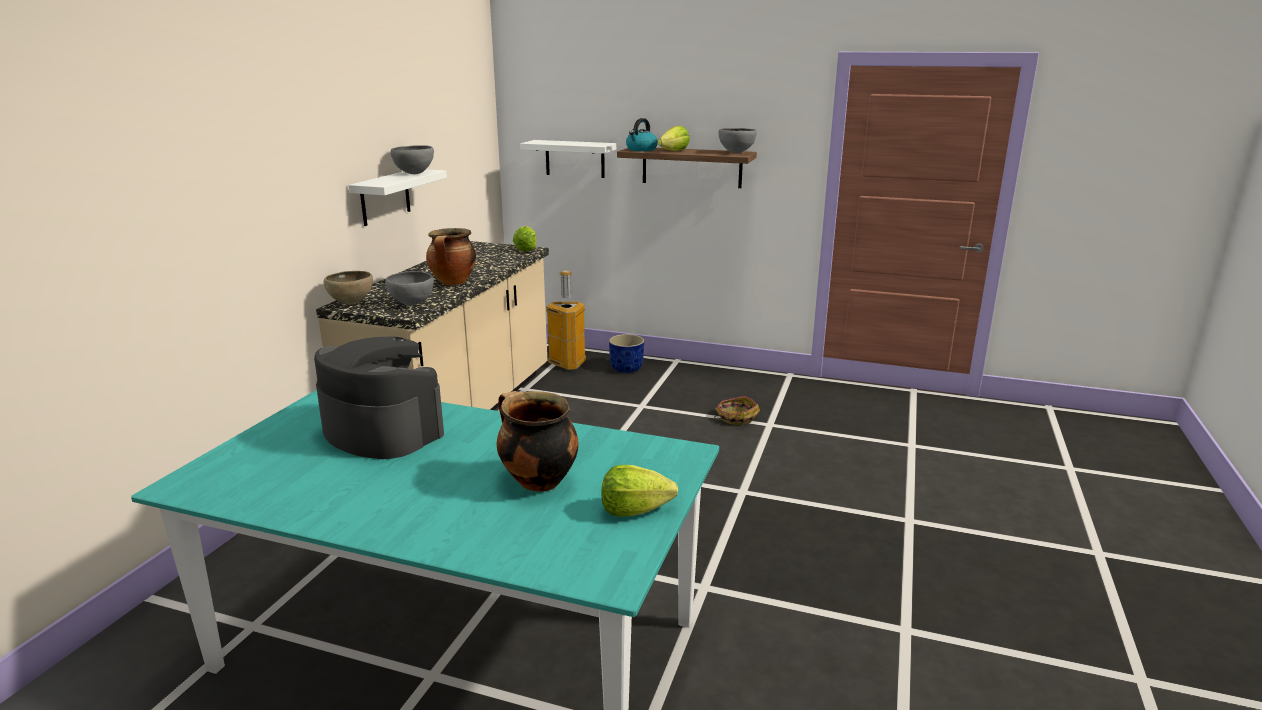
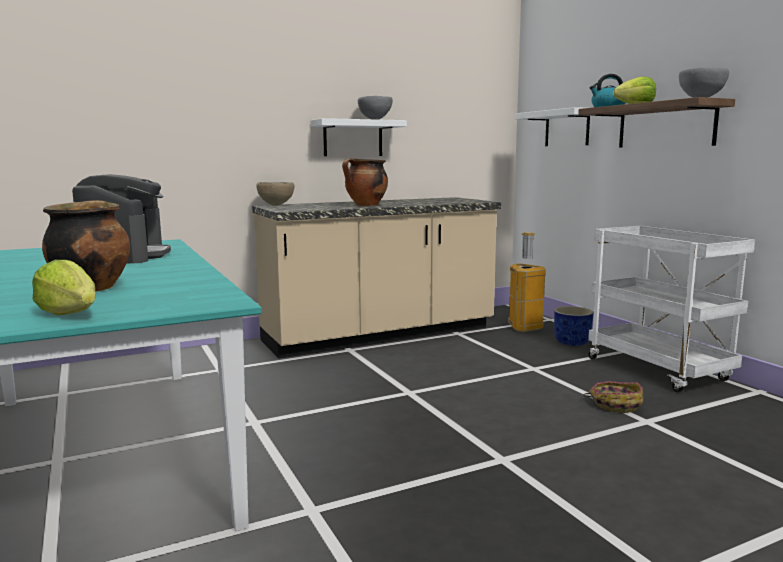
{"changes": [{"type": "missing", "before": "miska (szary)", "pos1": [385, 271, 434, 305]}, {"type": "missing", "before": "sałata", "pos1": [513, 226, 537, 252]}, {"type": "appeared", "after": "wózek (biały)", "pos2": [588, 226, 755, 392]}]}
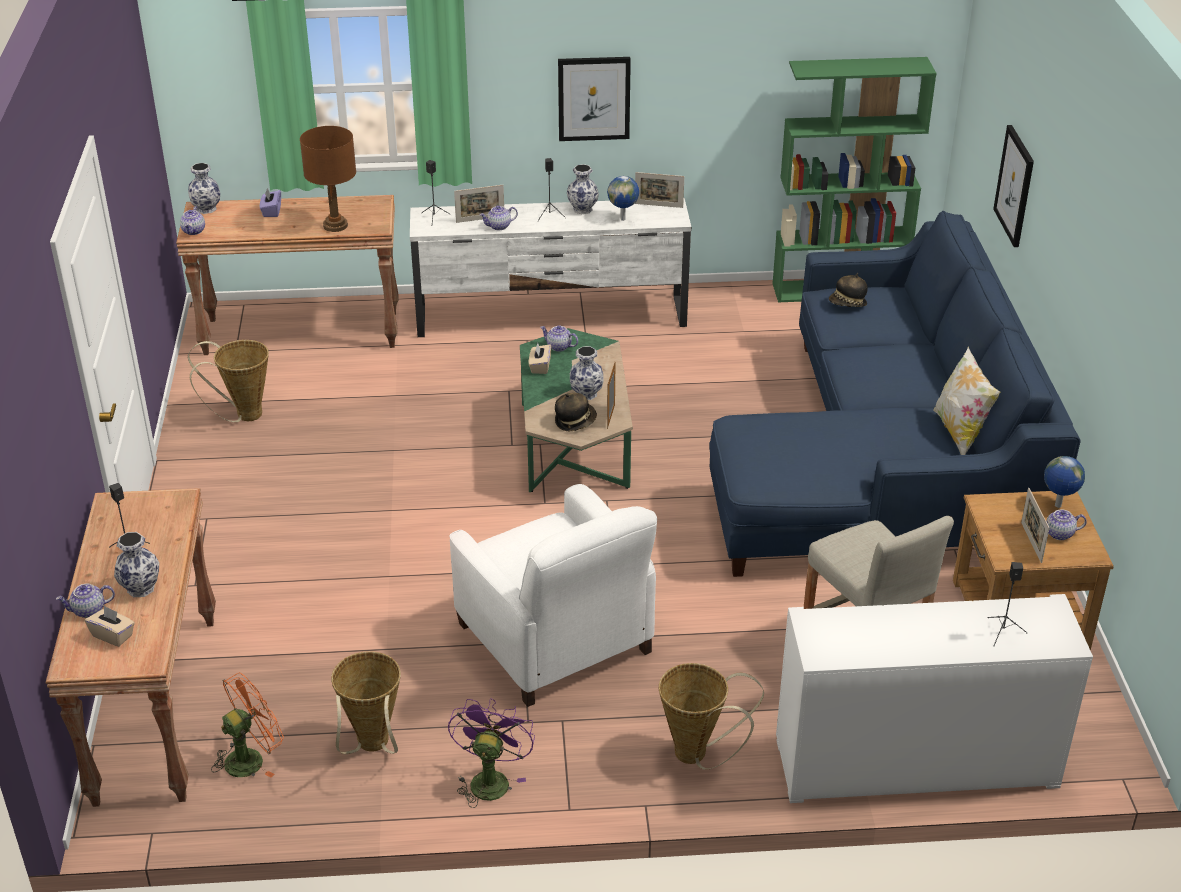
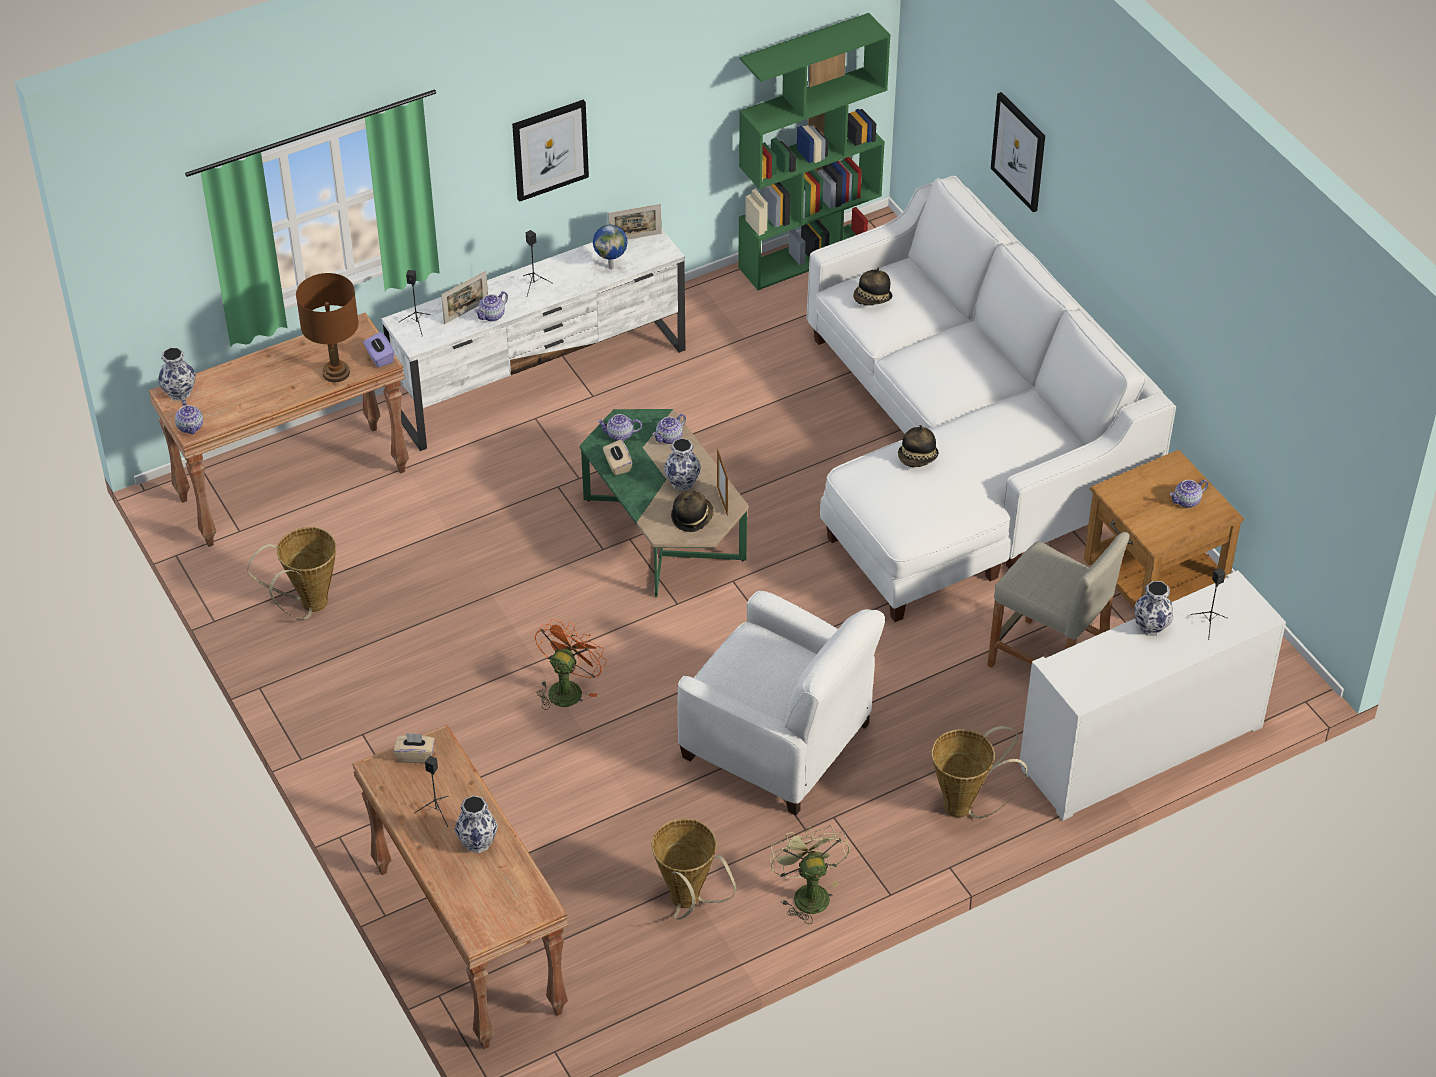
{"changes": [{"type": "relocated", "before": "imbryk", "pos1": [56, 584, 115, 618], "pos2": [652, 414, 686, 444]}, {"type": "relocated", "before": "pudełko chusteczek (beżowy)", "pos1": [85, 606, 135, 647], "pos2": [394, 733, 435, 763]}, {"type": "relocated", "before": "wentylator (pomarańczowy)", "pos1": [211, 672, 284, 778], "pos2": [535, 619, 607, 710]}, {"type": "relocated", "before": "pudełko chusteczek (fioletowy)", "pos1": [259, 188, 281, 217], "pos2": [363, 332, 394, 368]}, {"type": "colour", "before": "wentylator (fioletowy)", "after": "wentylator (zielony)", "pos1": [448, 698, 535, 808], "pos2": [770, 825, 850, 924]}, {"type": "relocated", "before": "wazon", "pos1": [567, 164, 599, 214], "pos2": [1135, 581, 1173, 636]}, {"type": "colour", "before": "kanapa (niebieski)", "after": "kanapa (biały)", "pos1": [709, 211, 1081, 577], "pos2": [806, 176, 1176, 622]}, {"type": "missing", "before": "poduszka", "pos1": [933, 347, 1000, 455]}, {"type": "missing", "before": "ramka na zdjęcie", "pos1": [1021, 488, 1049, 563]}, {"type": "missing", "before": "globus", "pos1": [1044, 456, 1085, 508]}, {"type": "appeared", "after": "kapelusz", "pos2": [898, 425, 939, 467]}]}
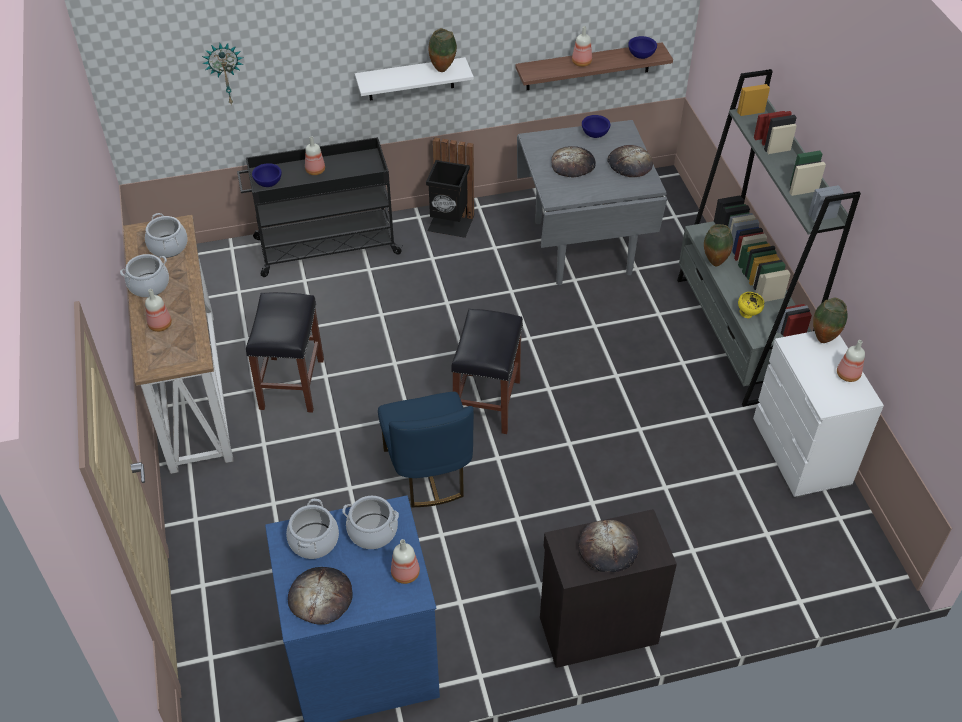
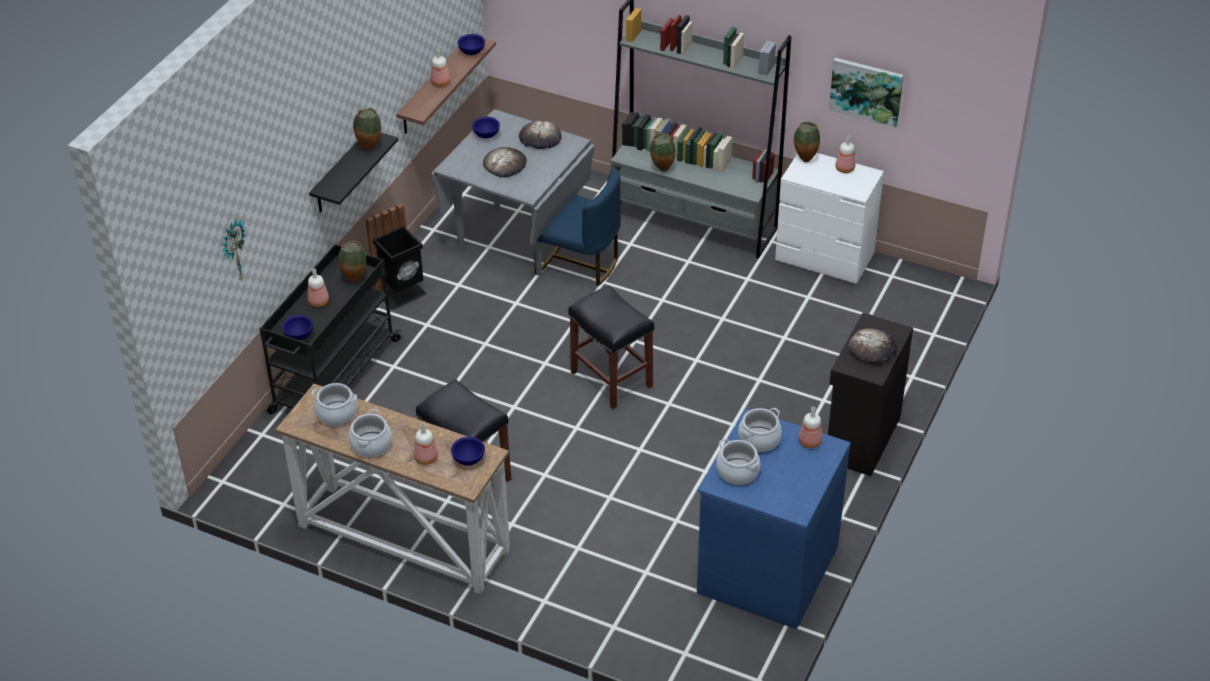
{"changes": [{"type": "missing", "before": "chleb", "pos1": [288, 567, 353, 625]}, {"type": "colour", "before": "półka (biały)", "after": "półka (czarny)", "pos1": [355, 57, 474, 100], "pos2": [309, 133, 398, 213]}, {"type": "relocated", "before": "krzesło (niebieski)", "pos1": [378, 392, 474, 507], "pos2": [534, 169, 621, 286]}, {"type": "missing", "before": "miska (żółty)", "pos1": [738, 292, 764, 318]}, {"type": "appeared", "after": "wazon", "pos2": [338, 240, 366, 283]}, {"type": "appeared", "after": "miska (niebieski)", "pos2": [451, 437, 485, 466]}, {"type": "appeared", "after": "obraz", "pos2": [829, 58, 903, 128]}]}
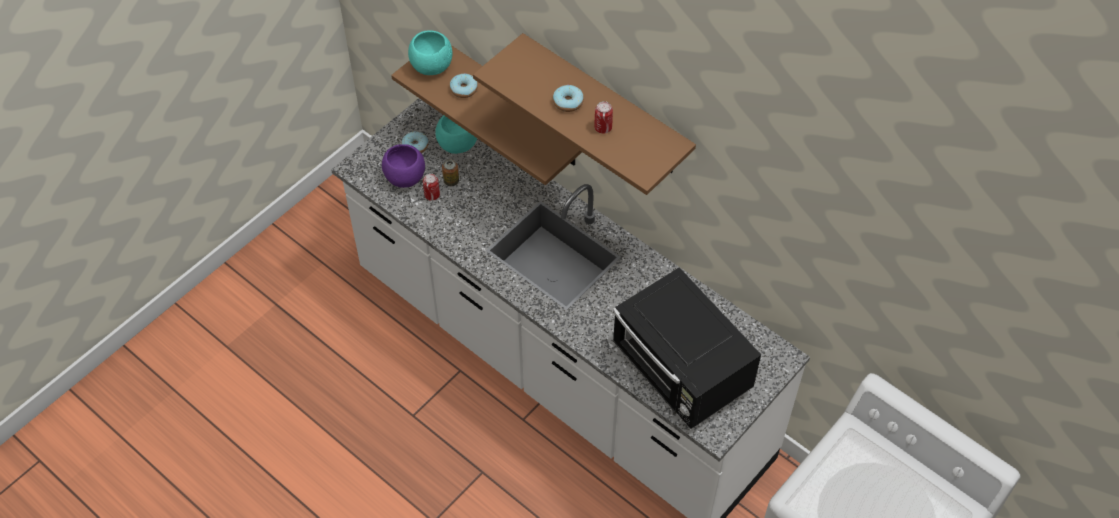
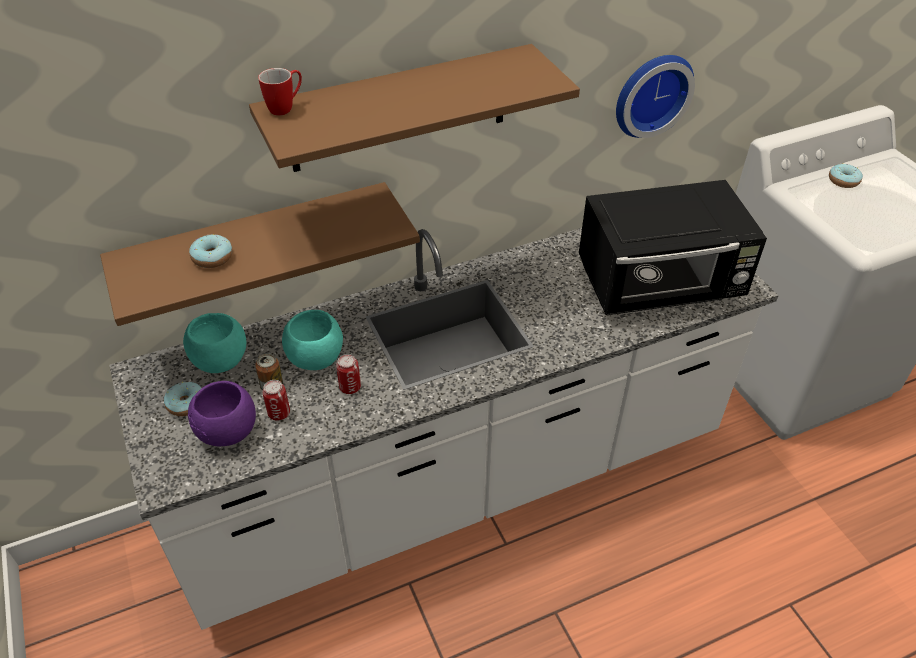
{"changes": [{"type": "relocated", "before": "miska (turkusowy)", "pos1": [408, 30, 452, 75], "pos2": [282, 310, 343, 370]}, {"type": "relocated", "before": "donut", "pos1": [553, 85, 584, 112], "pos2": [829, 164, 863, 188]}, {"type": "relocated", "before": "puszka", "pos1": [594, 101, 613, 134], "pos2": [336, 354, 361, 394]}, {"type": "appeared", "after": "kubek", "pos2": [258, 68, 302, 116]}, {"type": "appeared", "after": "zegar ścienny", "pos2": [616, 55, 695, 138]}]}
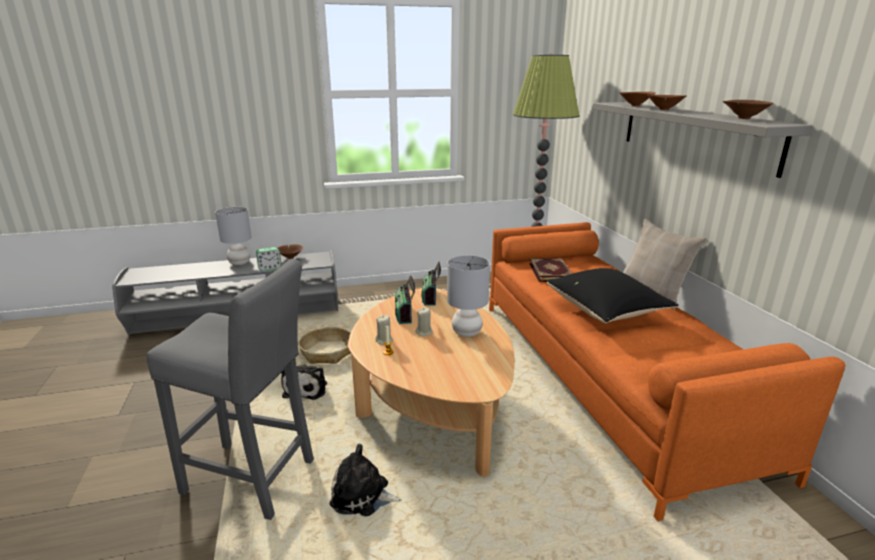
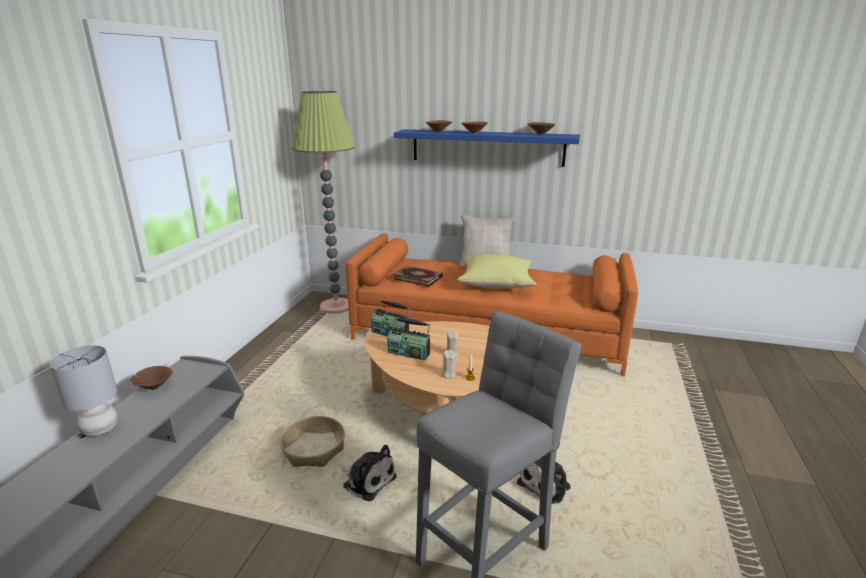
{"changes": [{"type": "missing", "before": "budzik", "pos1": [256, 247, 282, 271]}, {"type": "missing", "before": "lampa stołowa (szary)", "pos1": [447, 255, 490, 337]}, {"type": "colour", "before": "poduszka (czarny)", "after": "poduszka (żółty)", "pos1": [547, 268, 679, 323], "pos2": [457, 254, 536, 289]}, {"type": "colour", "before": "półka (szary)", "after": "półka (niebieski)", "pos1": [592, 102, 813, 178], "pos2": [394, 129, 580, 167]}]}
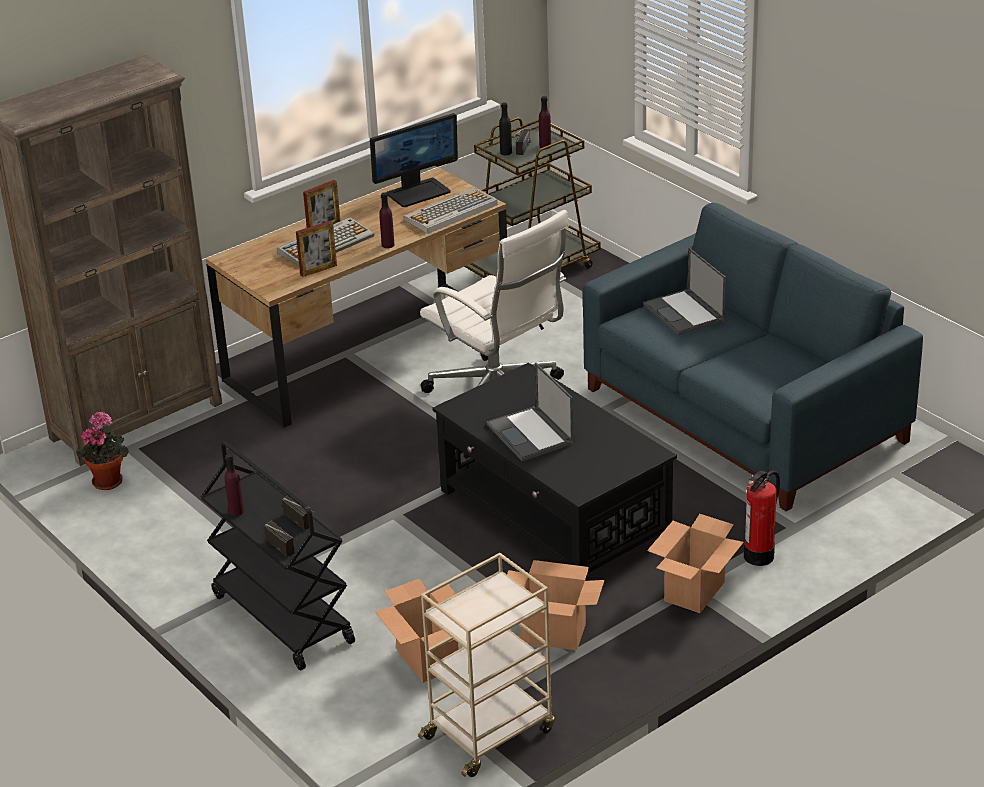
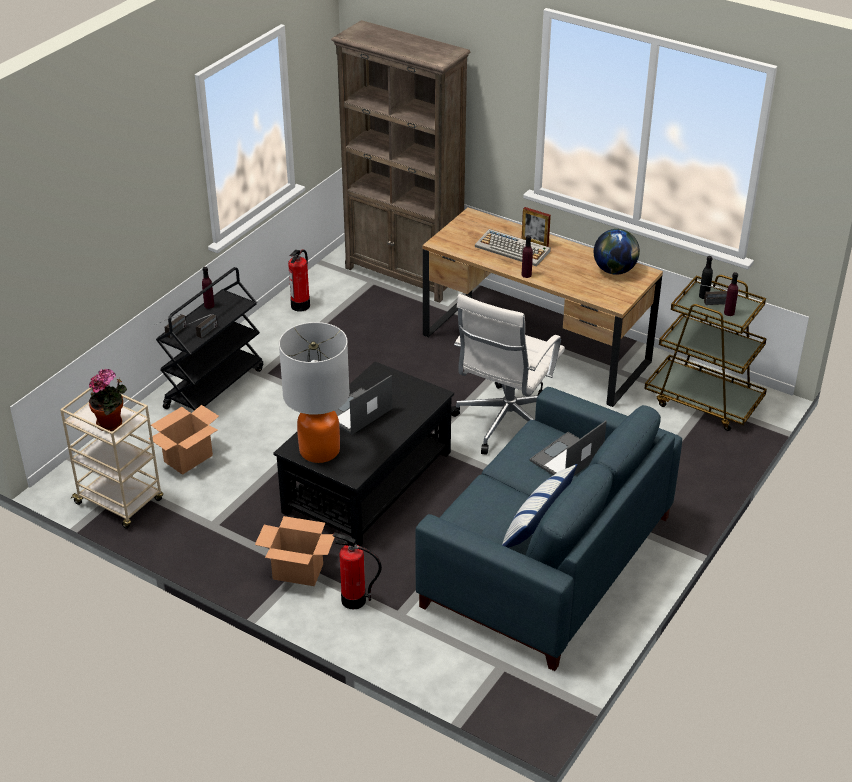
{"changes": [{"type": "relocated", "before": "roślina doniczkowa", "pos1": [76, 412, 129, 490], "pos2": [89, 369, 127, 431]}, {"type": "missing", "before": "ramka na zdjęcie", "pos1": [296, 221, 337, 277]}, {"type": "exchanged", "before": "monitor", "after": "globus", "pos1": [370, 113, 458, 207], "pos2": [594, 229, 640, 275]}, {"type": "missing", "before": "klawiatura", "pos1": [404, 188, 498, 234]}, {"type": "missing", "before": "karton", "pos1": [507, 560, 605, 650]}, {"type": "appeared", "after": "lampa stołowa", "pos2": [279, 322, 350, 463]}, {"type": "appeared", "after": "gaśnica", "pos2": [288, 249, 310, 312]}, {"type": "appeared", "after": "poduszka", "pos2": [502, 464, 578, 548]}]}
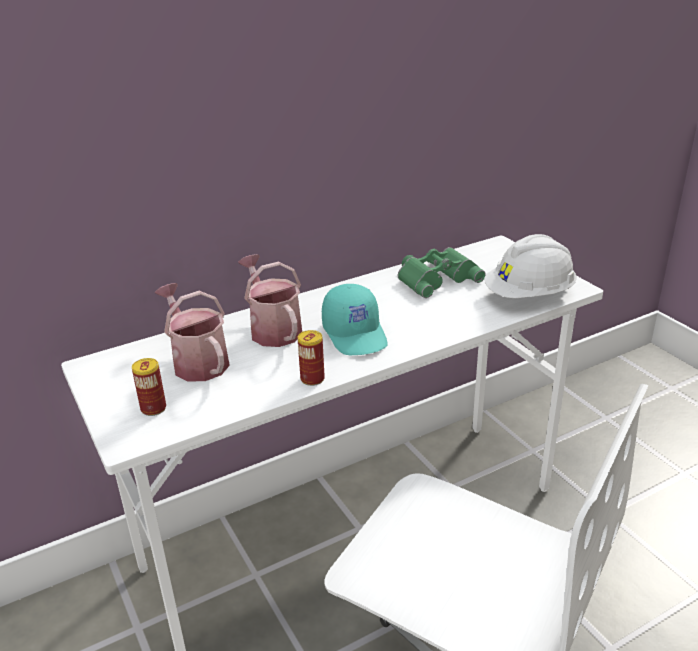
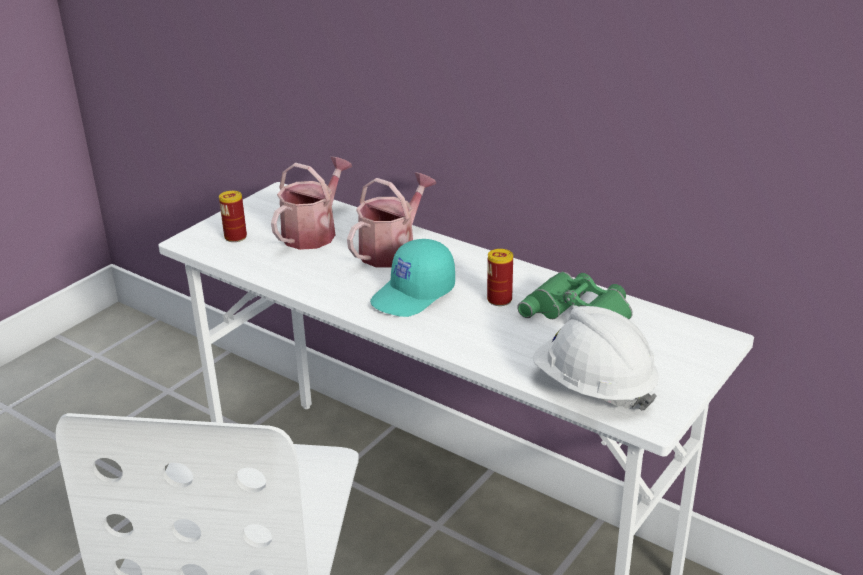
{"changes": [{"type": "relocated", "before": "puszka", "pos1": [298, 330, 325, 386], "pos2": [487, 249, 513, 306]}]}
